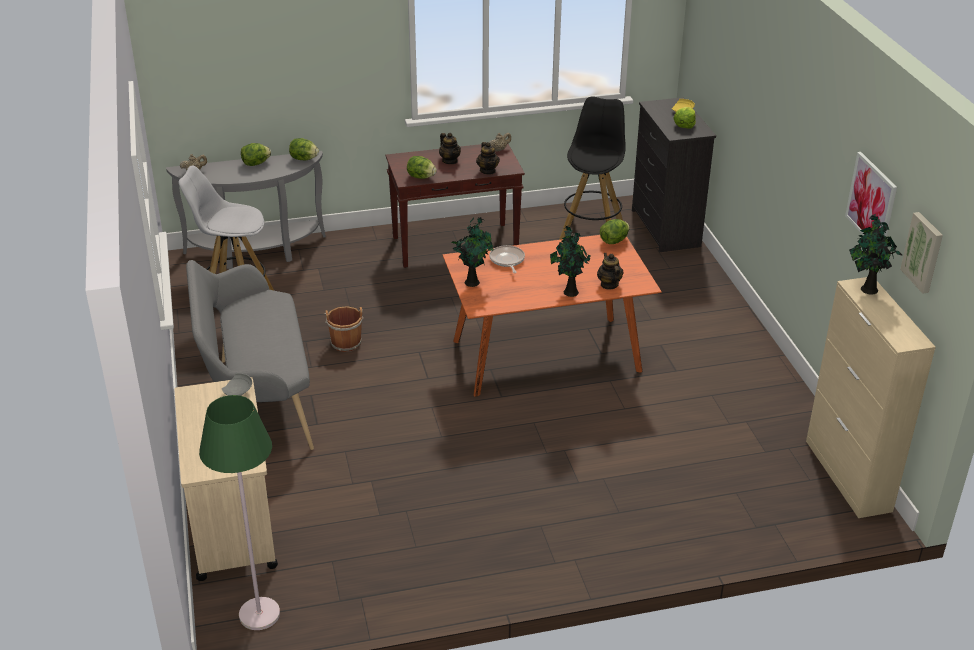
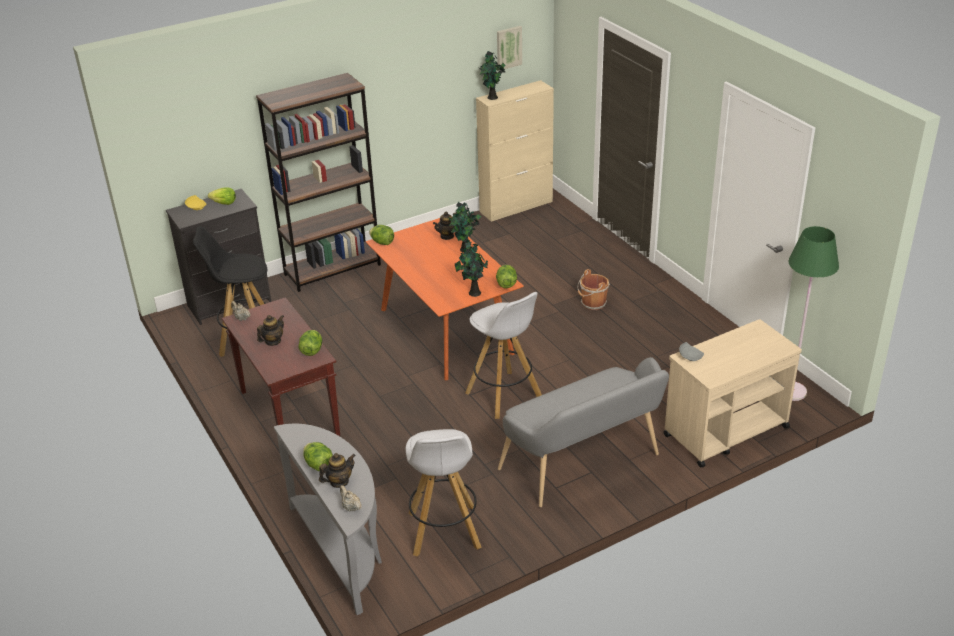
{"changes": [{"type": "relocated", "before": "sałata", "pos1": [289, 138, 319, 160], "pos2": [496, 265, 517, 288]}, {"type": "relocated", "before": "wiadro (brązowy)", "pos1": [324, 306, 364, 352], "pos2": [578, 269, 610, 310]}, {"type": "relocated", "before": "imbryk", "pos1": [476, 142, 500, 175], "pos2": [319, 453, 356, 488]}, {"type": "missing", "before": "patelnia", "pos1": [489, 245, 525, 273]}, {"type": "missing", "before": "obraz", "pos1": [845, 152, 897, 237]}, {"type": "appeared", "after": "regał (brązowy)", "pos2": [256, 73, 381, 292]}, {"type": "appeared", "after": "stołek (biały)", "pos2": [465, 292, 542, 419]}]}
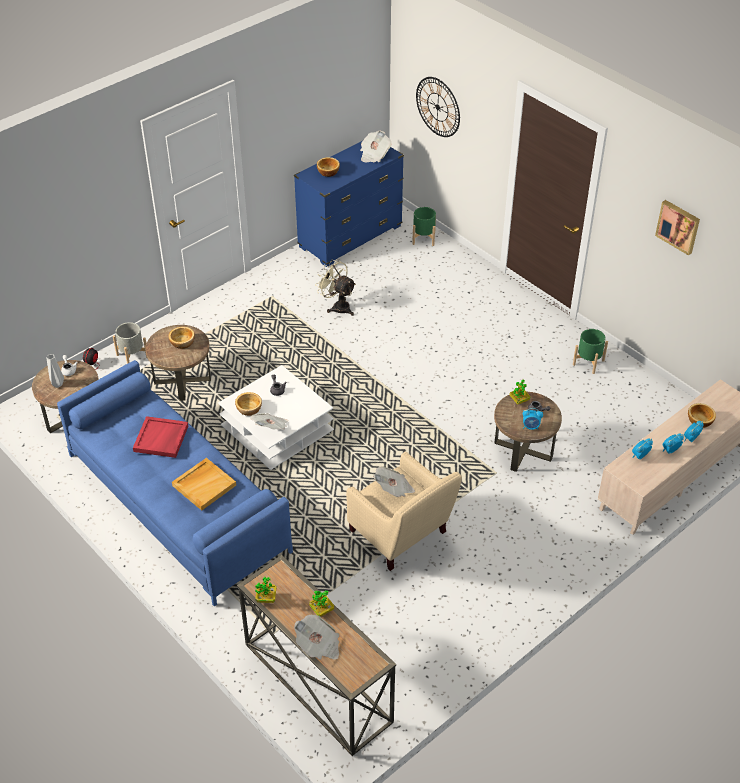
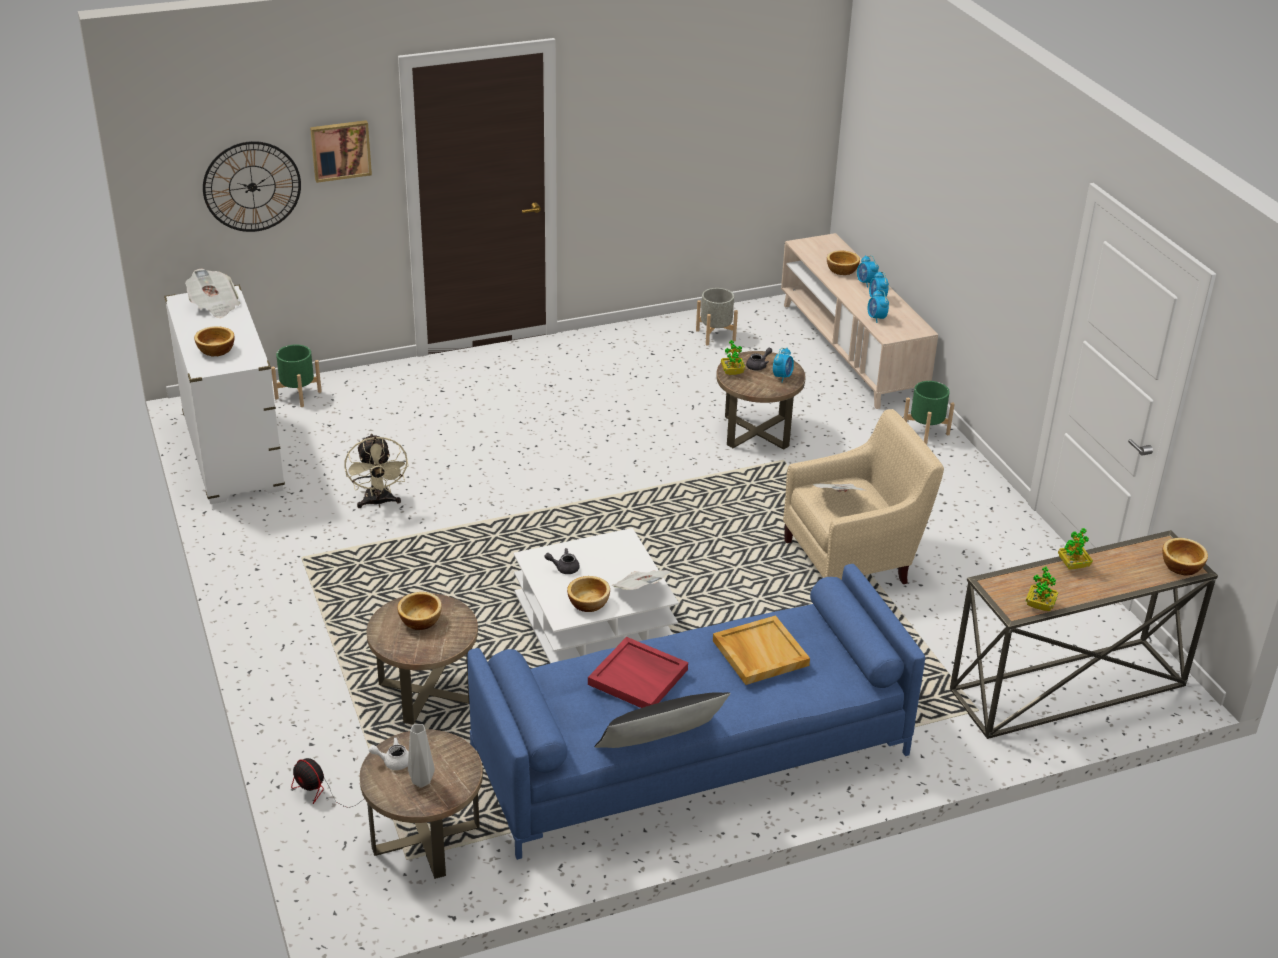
{"changes": [{"type": "relocated", "before": "donica (szary)", "pos1": [113, 322, 147, 364], "pos2": [696, 288, 738, 346]}, {"type": "colour", "before": "komoda (niebieski)", "after": "komoda (biały)", "pos1": [294, 141, 404, 267], "pos2": [164, 285, 285, 504]}, {"type": "missing", "before": "gazeta", "pos1": [294, 615, 339, 660]}, {"type": "spun", "before": "wentylator (beżowy)", "pos1": [315, 259, 356, 316], "pos2": [344, 433, 409, 508], "turn": -75}, {"type": "relocated", "before": "donica (zielony)", "pos1": [573, 329, 608, 374], "pos2": [904, 381, 955, 445]}, {"type": "relocated", "before": "obraz", "pos1": [655, 200, 700, 256], "pos2": [310, 120, 372, 183]}, {"type": "appeared", "after": "poduszka (czarny)", "pos2": [594, 692, 731, 748]}, {"type": "appeared", "after": "miska", "pos2": [1162, 538, 1208, 576]}]}
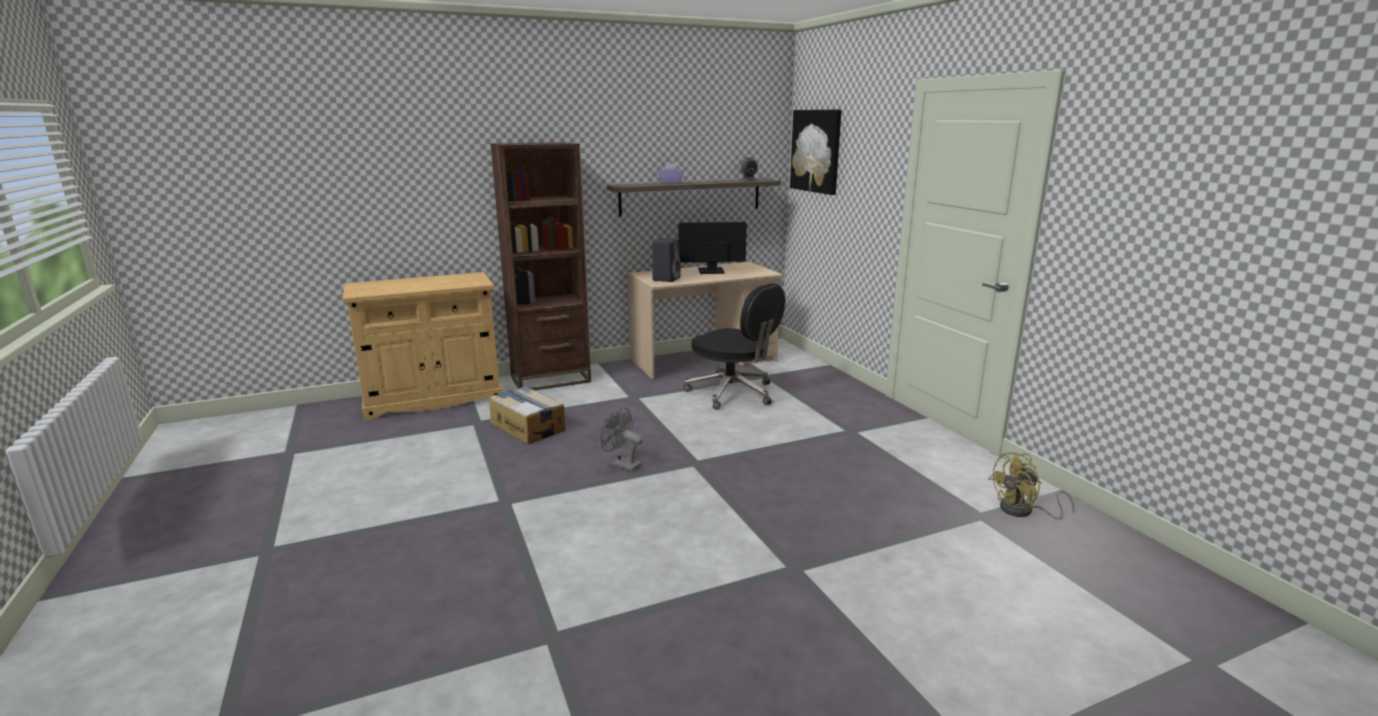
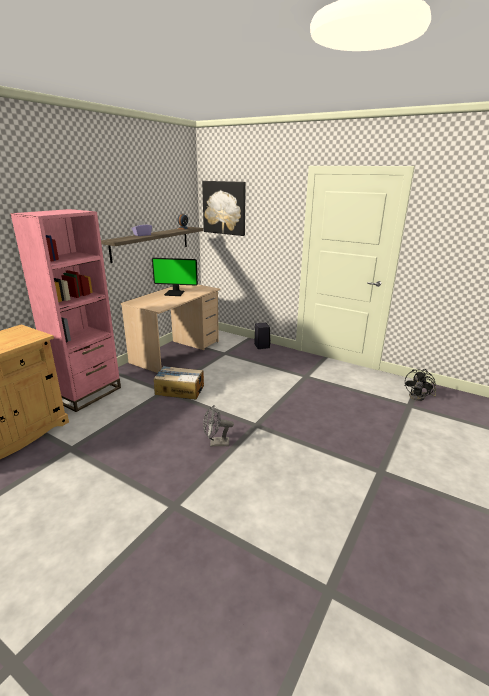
{"changes": [{"type": "relocated", "before": "karton", "pos1": [489, 386, 565, 444], "pos2": [154, 366, 204, 399]}, {"type": "colour", "before": "regał (brązowy)", "after": "regał (różowy)", "pos1": [490, 142, 591, 390], "pos2": [10, 209, 121, 412]}, {"type": "relocated", "before": "głośnik (czarny)", "pos1": [652, 238, 681, 282], "pos2": [254, 323, 271, 349]}, {"type": "spun", "before": "monitor", "pos1": [678, 222, 747, 274], "pos2": [152, 258, 198, 296], "turn": -135}, {"type": "missing", "before": "krzesło biurowe (czarny)", "pos1": [684, 283, 785, 410]}, {"type": "colour", "before": "wentylator (żółty)", "after": "wentylator (czarny)", "pos1": [988, 452, 1074, 520], "pos2": [404, 369, 436, 401]}]}
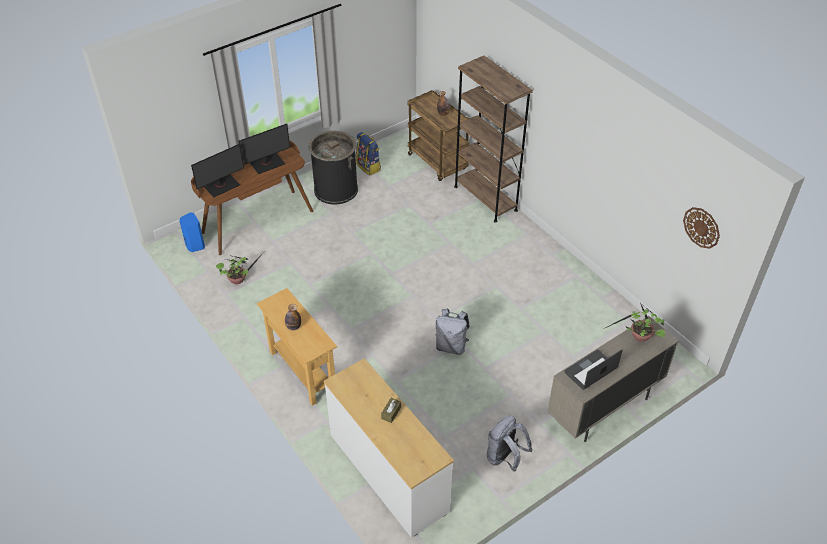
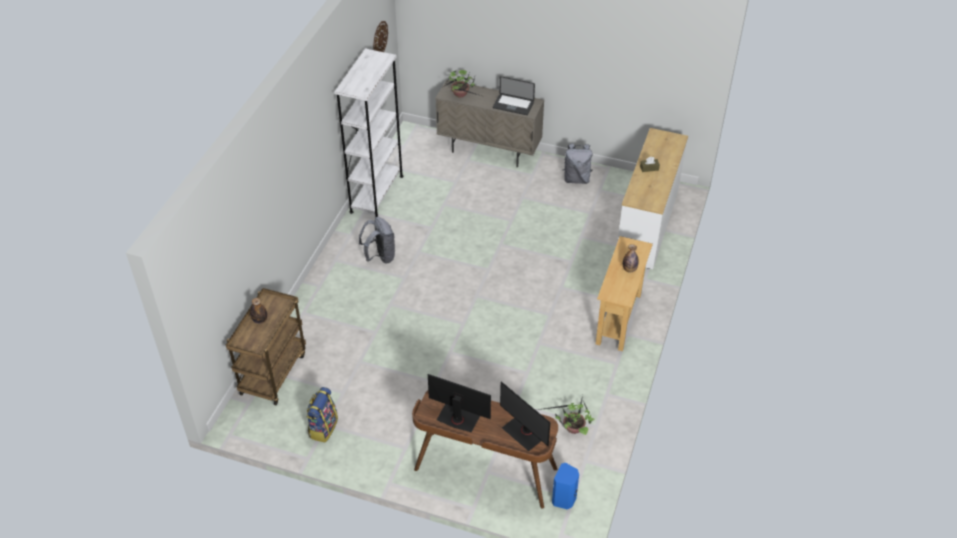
{"changes": [{"type": "spun", "before": "monitor", "pos1": [191, 144, 244, 197], "pos2": [500, 382, 550, 451], "turn": -150}, {"type": "missing", "before": "kosz na śmieci (czarny)", "pos1": [309, 131, 358, 205]}, {"type": "relocated", "before": "plecak (szary)", "pos1": [435, 309, 470, 355], "pos2": [359, 217, 395, 264]}, {"type": "missing", "before": "regał (brązowy)", "pos1": [454, 56, 533, 223]}, {"type": "appeared", "after": "regał (biały)", "pos2": [334, 48, 403, 218]}]}
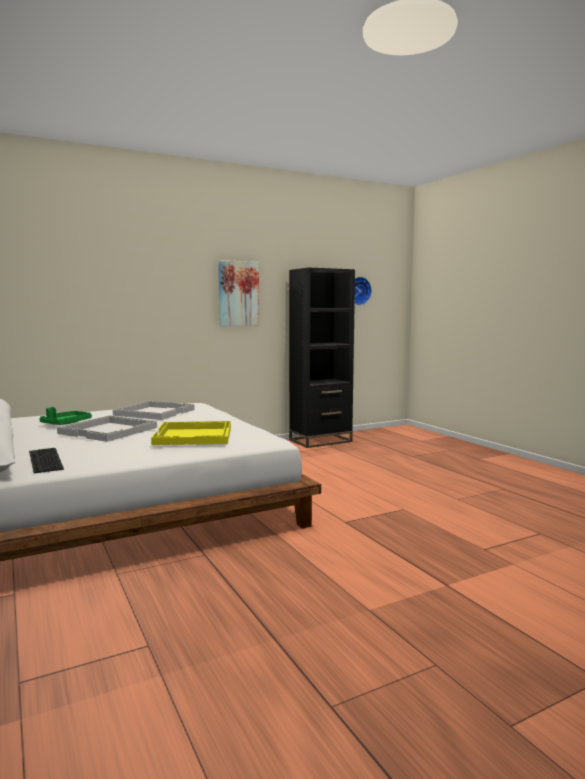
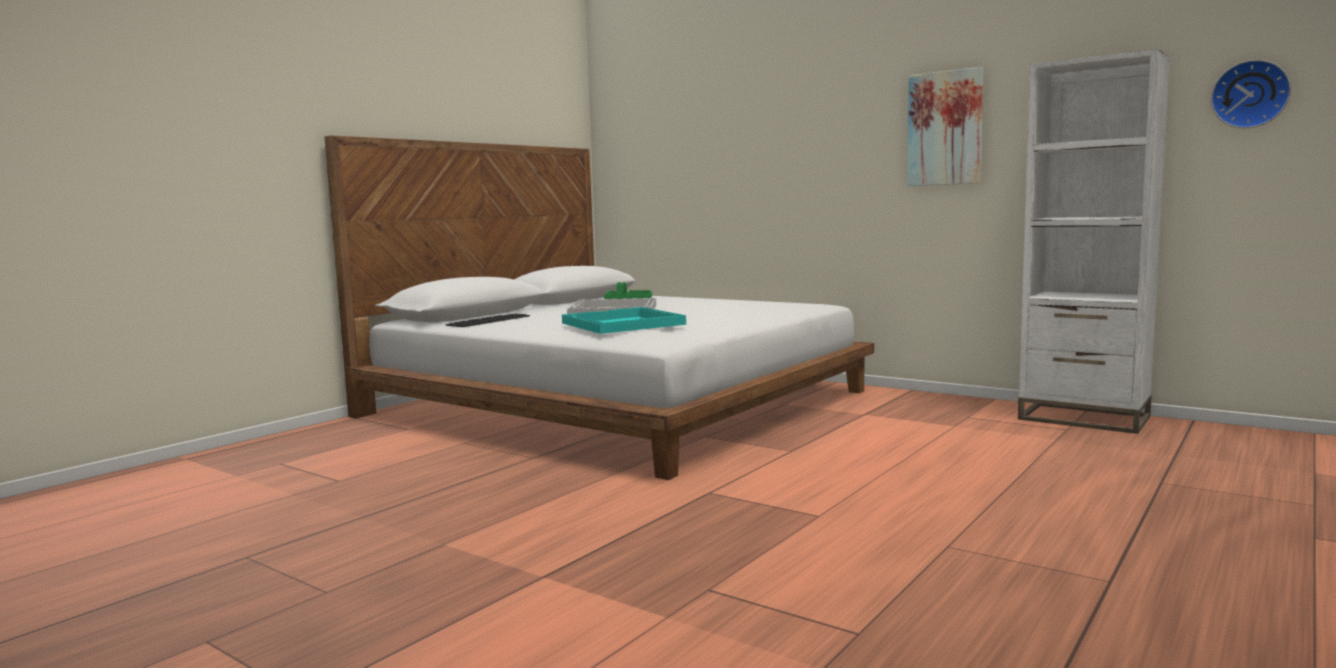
{"changes": [{"type": "missing", "before": "taca (biały)", "pos1": [113, 401, 195, 420]}, {"type": "colour", "before": "taca (żółty)", "after": "taca (turkusowy)", "pos1": [151, 421, 231, 445], "pos2": [562, 307, 686, 334]}, {"type": "colour", "before": "regał (czarny)", "after": "regał (biały)", "pos1": [289, 268, 355, 448], "pos2": [1018, 49, 1170, 434]}]}
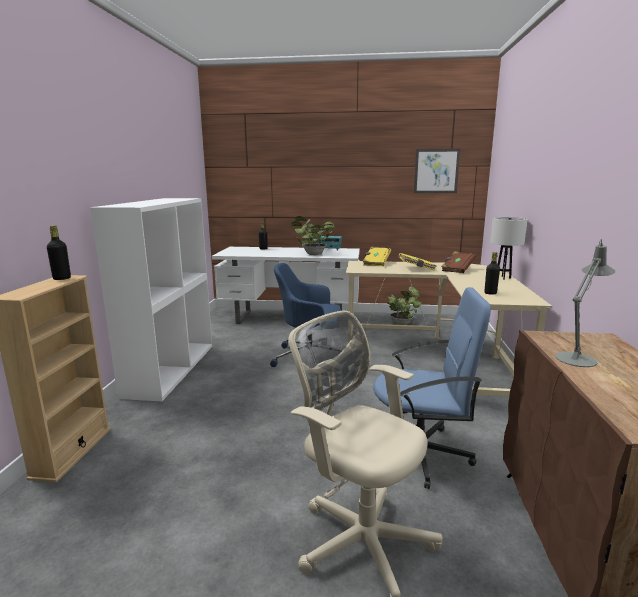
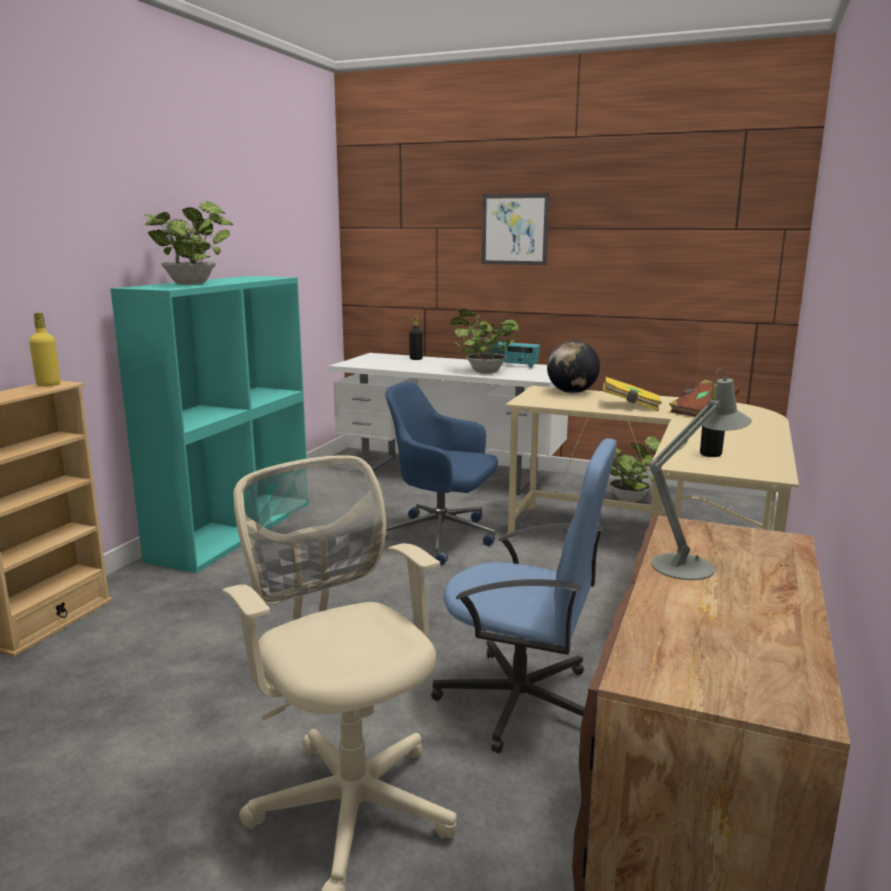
{"changes": [{"type": "colour", "before": "butelka (czarny)", "after": "butelka (żółty)", "pos1": [47, 225, 71, 280], "pos2": [29, 313, 60, 386]}, {"type": "colour", "before": "regał (biały)", "after": "regał (turkusowy)", "pos1": [90, 198, 212, 401], "pos2": [110, 276, 309, 573]}, {"type": "exchanged", "before": "książka (żółty)", "after": "globus", "pos1": [362, 247, 391, 266], "pos2": [547, 340, 600, 393]}, {"type": "relocated", "before": "obraz", "pos1": [414, 149, 460, 193], "pos2": [481, 193, 550, 265]}, {"type": "missing", "before": "lampa stołowa (biały)", "pos1": [490, 217, 528, 280]}, {"type": "appeared", "after": "roślina doniczkowa", "pos2": [145, 201, 233, 285]}]}
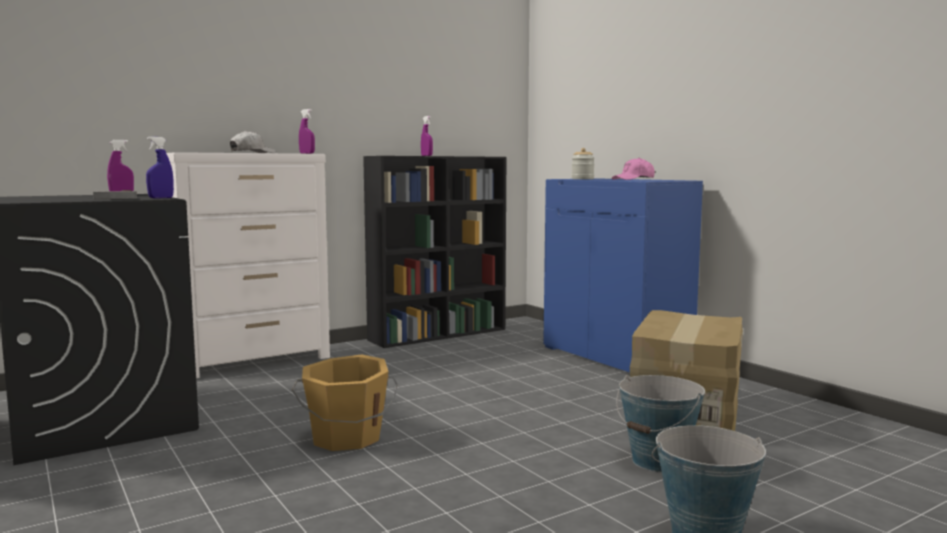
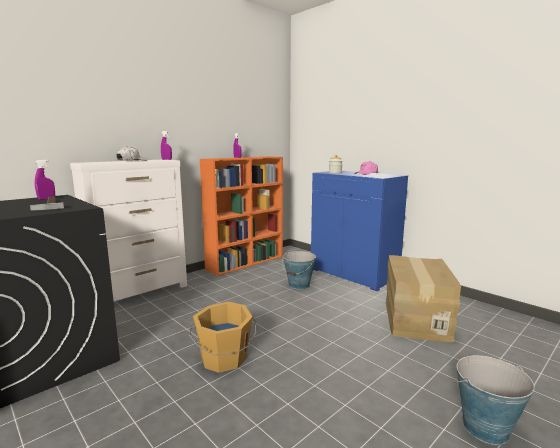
{"changes": [{"type": "missing", "before": "spryskiwacz (niebieski)", "pos1": [146, 136, 174, 198]}, {"type": "colour", "before": "regał (czarny)", "after": "regał (pomarańczowy)", "pos1": [363, 156, 506, 348], "pos2": [200, 156, 283, 276]}, {"type": "relocated", "before": "wiadro", "pos1": [616, 375, 705, 472], "pos2": [282, 251, 316, 289]}]}
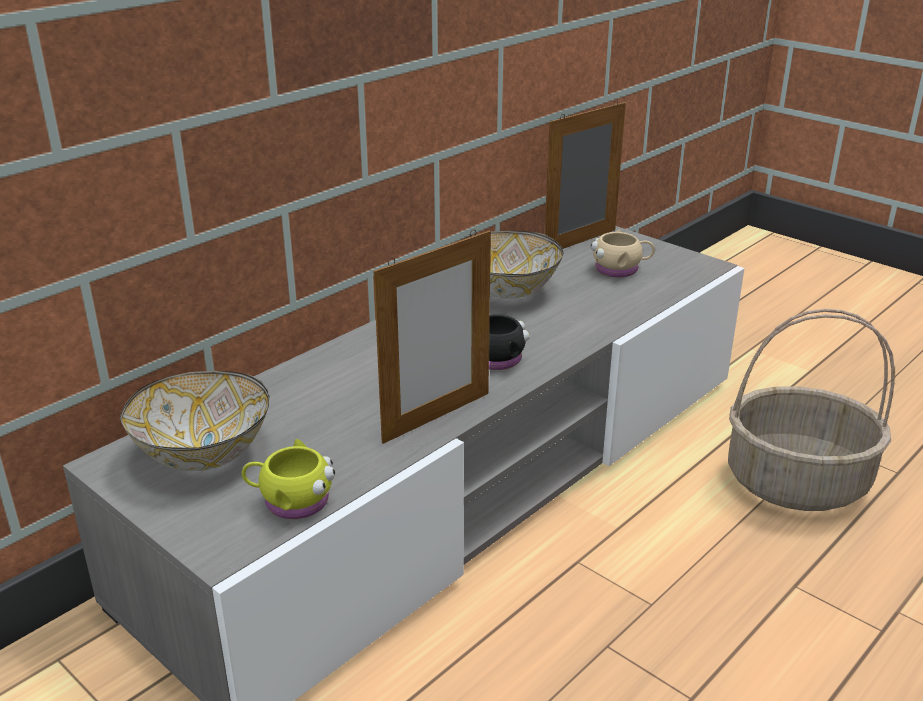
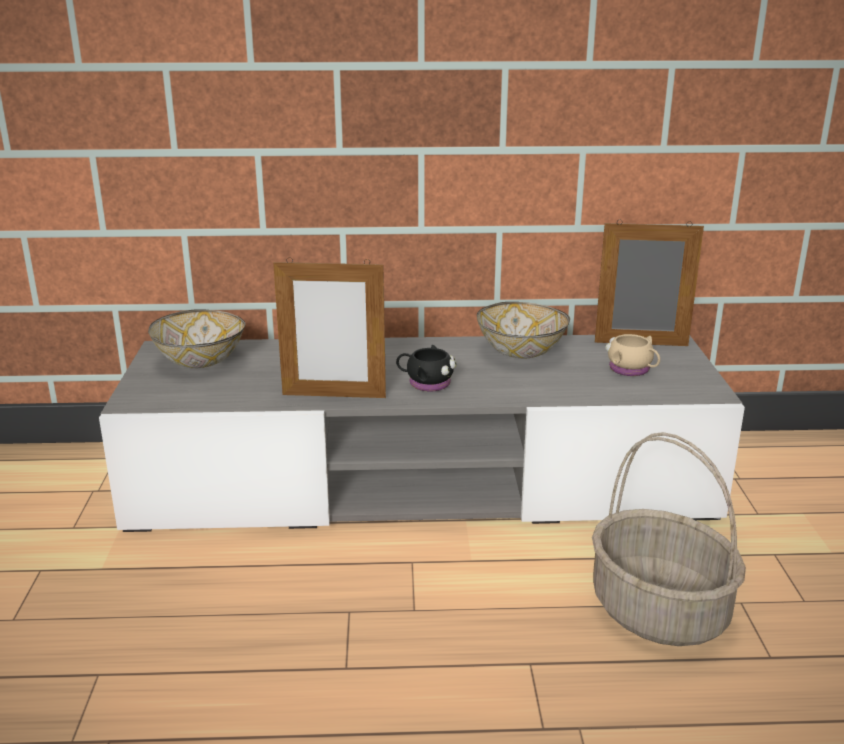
{"changes": [{"type": "missing", "before": "kubek (żółty)", "pos1": [241, 439, 335, 519]}]}
